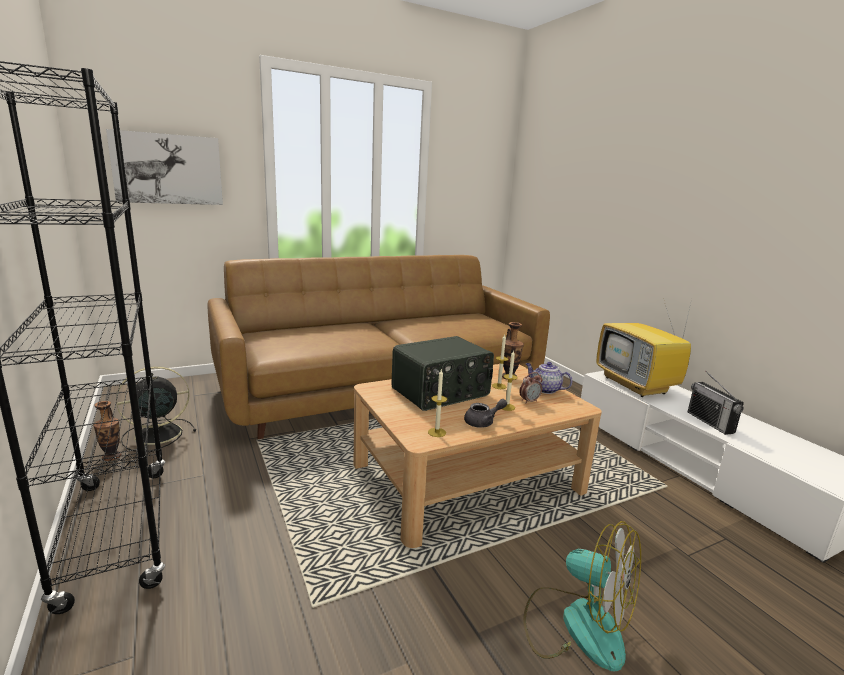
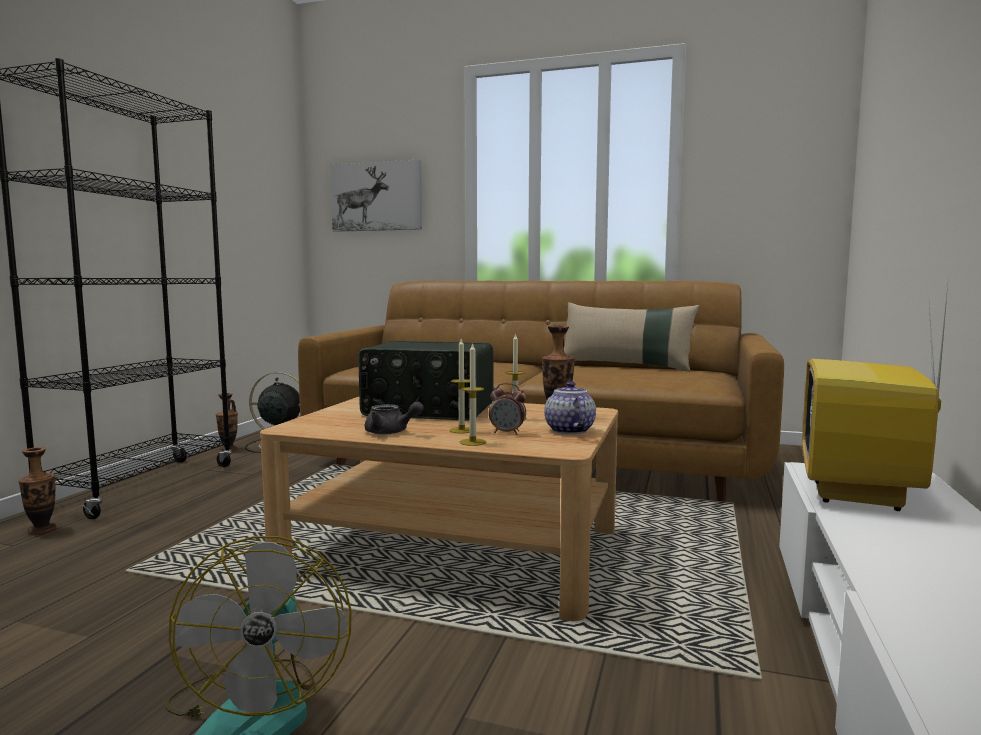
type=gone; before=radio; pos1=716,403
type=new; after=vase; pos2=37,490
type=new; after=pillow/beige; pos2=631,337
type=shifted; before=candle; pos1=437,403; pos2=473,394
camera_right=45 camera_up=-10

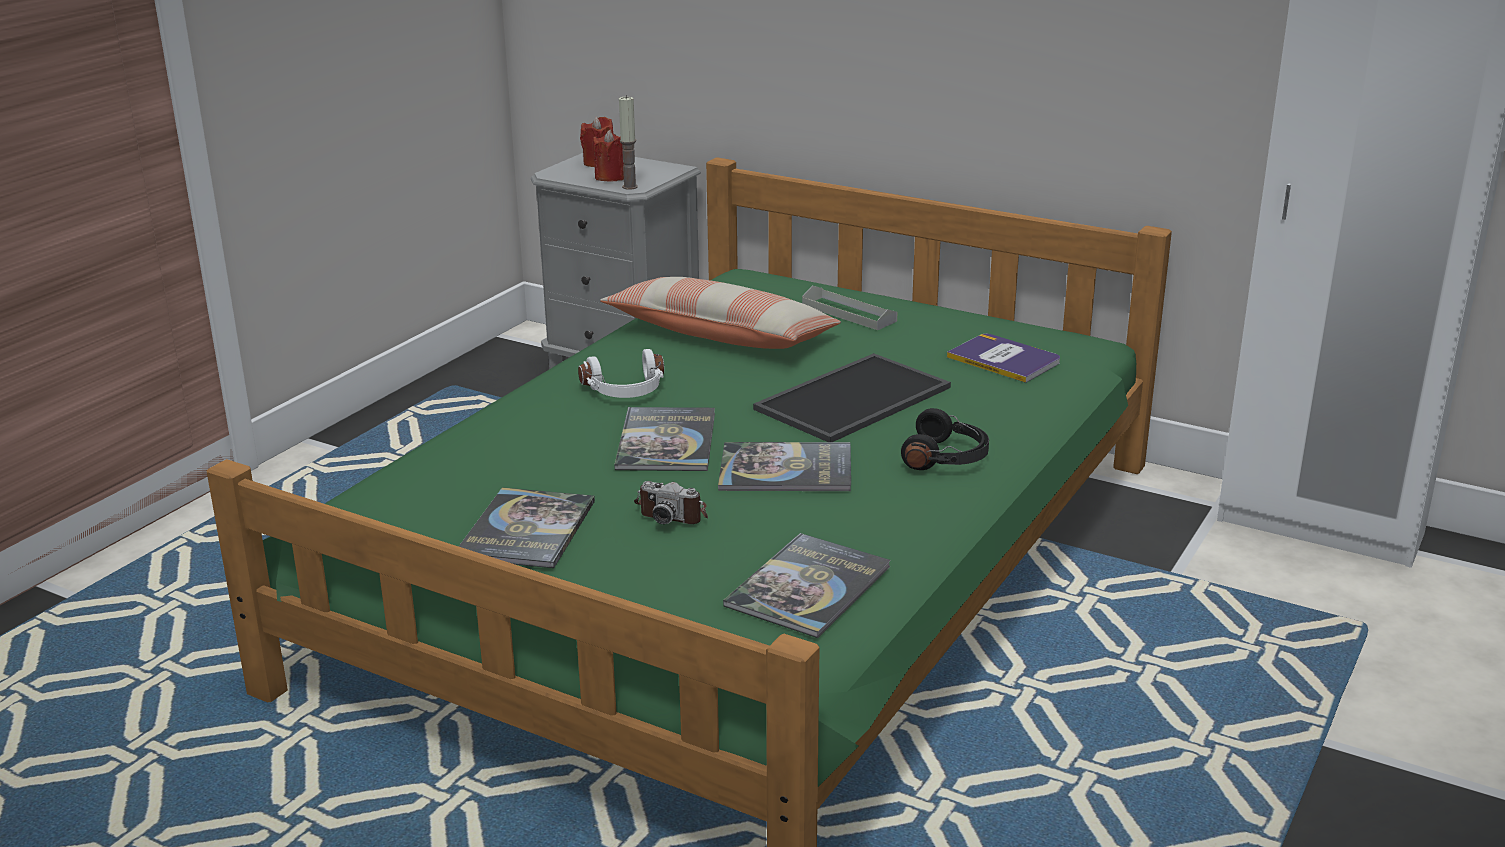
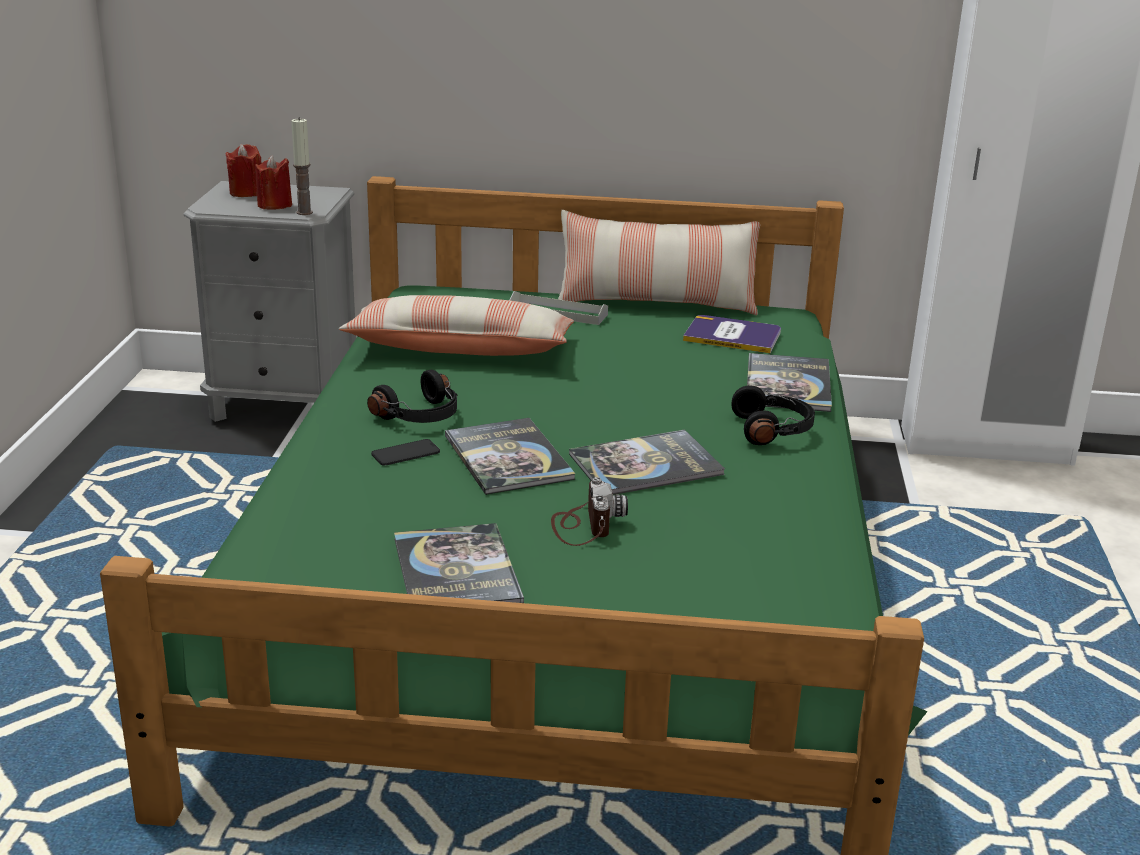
type=gone; before=tray; pos1=852,397
type=new; after=phone; pos2=405,452
type=new; after=pillow; pos2=659,262
type=shifted; before=book; pos1=806,585; pos2=789,382
type=repainted; before=headphones/white; after=headphones/black; pos1=621,373; pos2=412,396
type=rotated; before=photo camera; pos1=671,502; pos2=589,511; turn=-90
camera_right=-25 camera_up=0

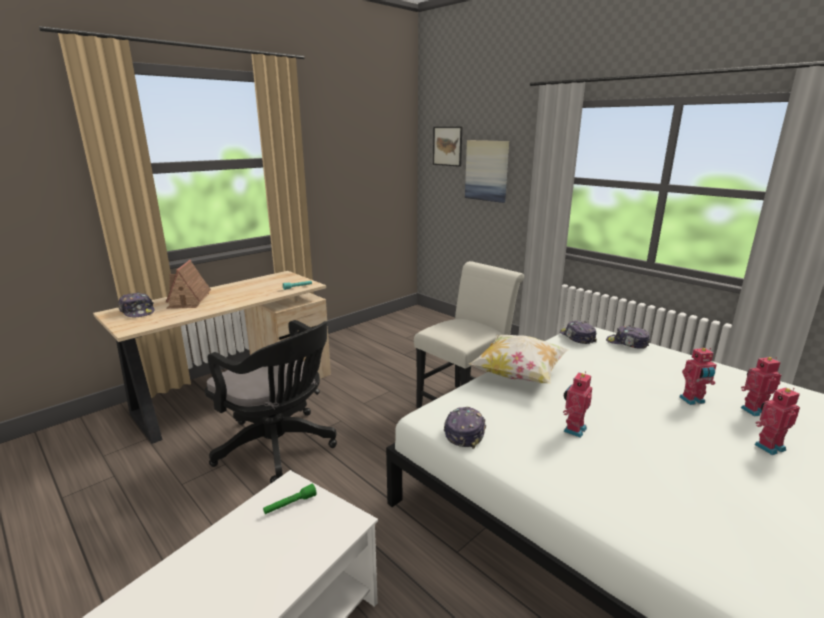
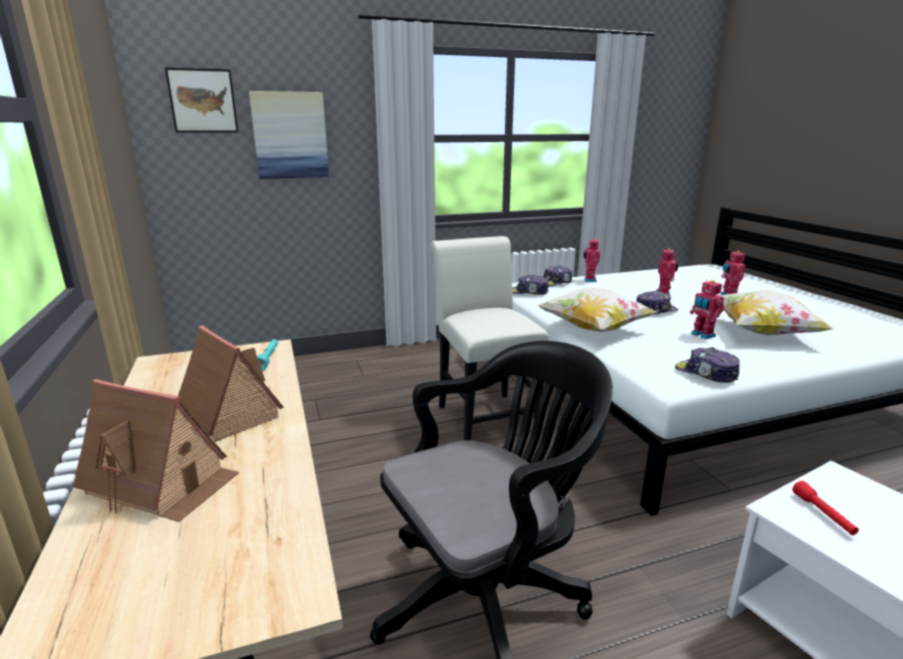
type=new; after=toy house; pos2=231,383
type=new; after=pillow; pos2=777,313
type=shifted; before=cap; pos1=136,304; pos2=657,302
type=shifted; before=toy robot; pos1=761,387; pos2=591,260
type=repainted; before=flashlight/green; after=flashlight/red; pos1=290,499; pos2=826,508
camera_right=-65 camera_up=0

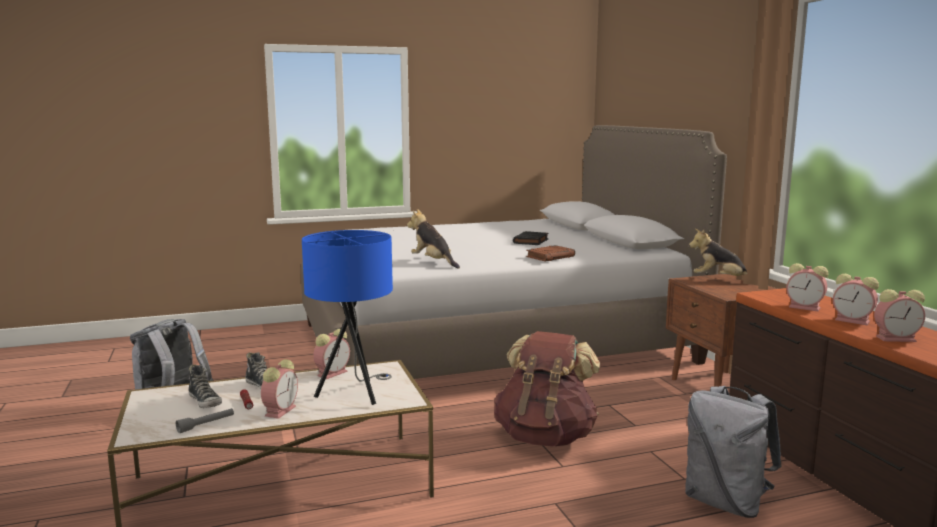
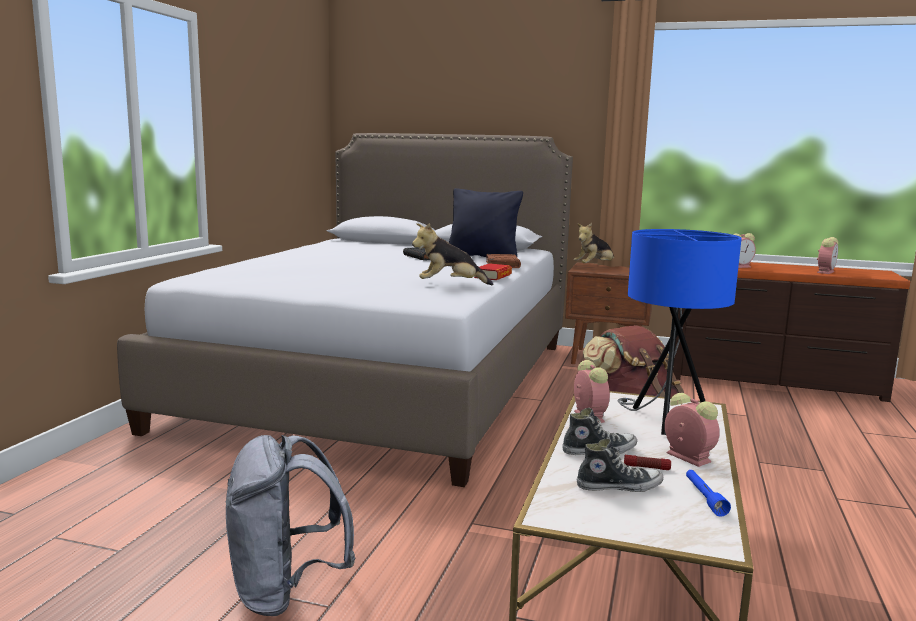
type=gone; before=backpack/grey; pos1=733,452
type=gone; before=alarm clock; pos1=856,299
type=new; after=pillow/black; pos2=486,222
type=new; after=book; pos2=493,271
type=repainted; before=flashlight/grey; after=flashlight/blue; pos1=205,420; pos2=708,493
camera_right=-55 camera_up=0

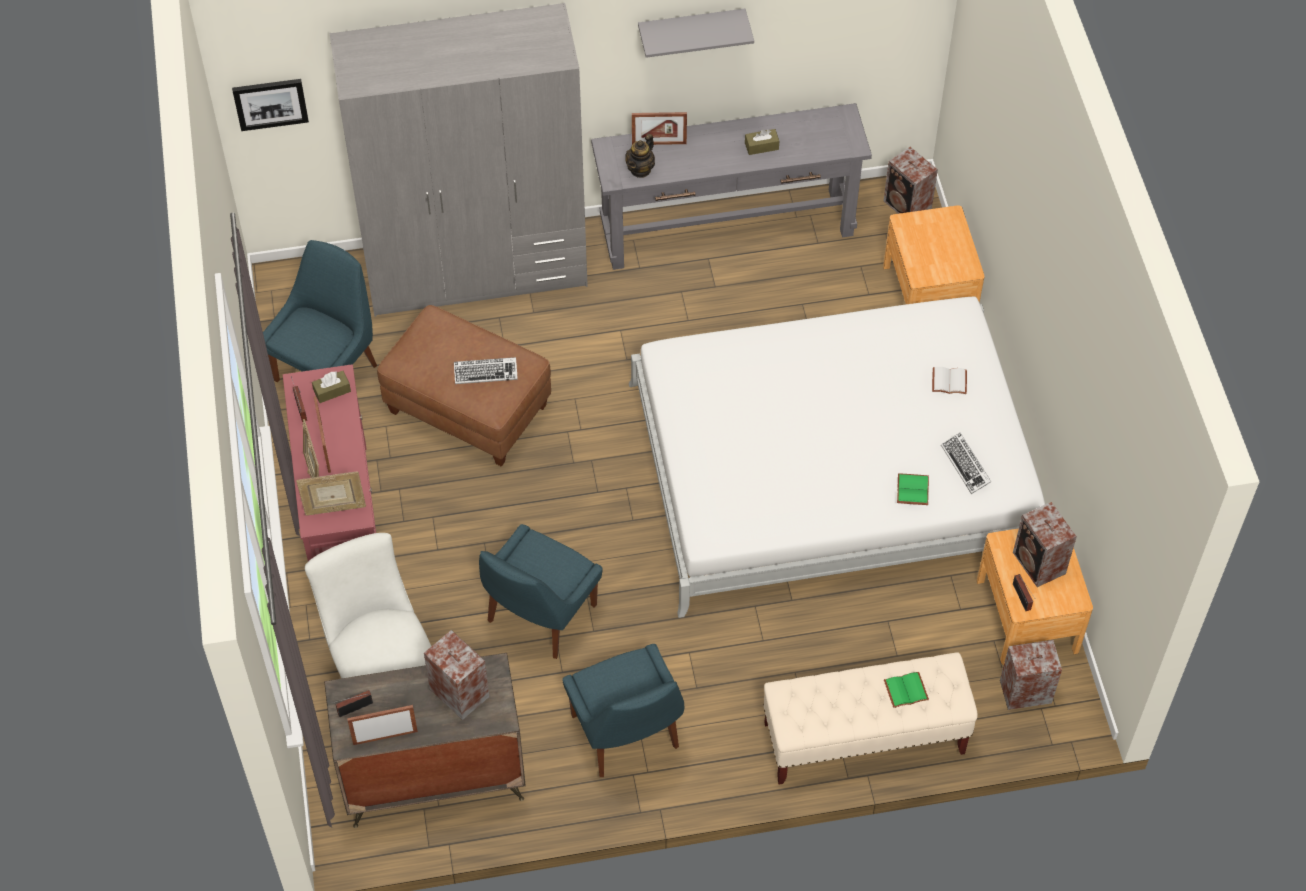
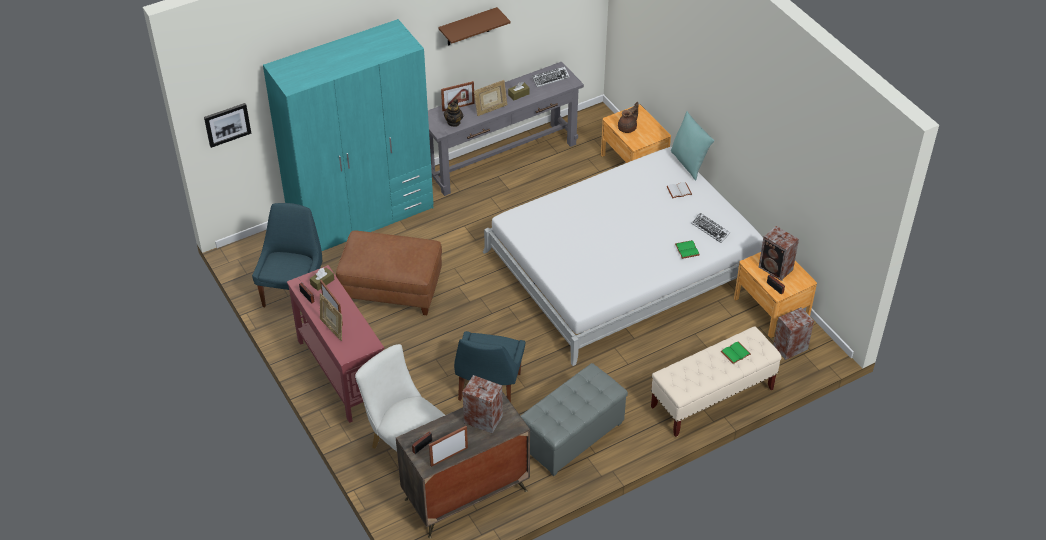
type=gone; before=speaker; pos1=911,180
type=new; after=teapot/brown; pos2=628,117
type=new; after=pillow/turquoise; pos2=692,145
type=shifted; before=picture frame; pos1=331,493; pos2=490,98
type=shifted; before=keyboard; pos1=486,370; pos2=551,76
type=swapped; before=chair/blue; after=ottoman/grey; pos1=623,710; pos2=574,419
type=repainted; before=wardrobe/grey; after=wardrobe/turquoise; pos1=459,160; pos2=348,135
type=repainted; before=shelf/grey; after=shelf/brown; pos1=696,33; pos2=474,26
camera_right=-20 camera_up=-10

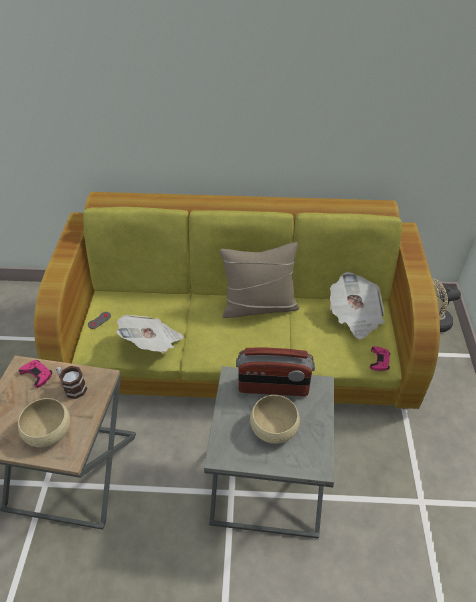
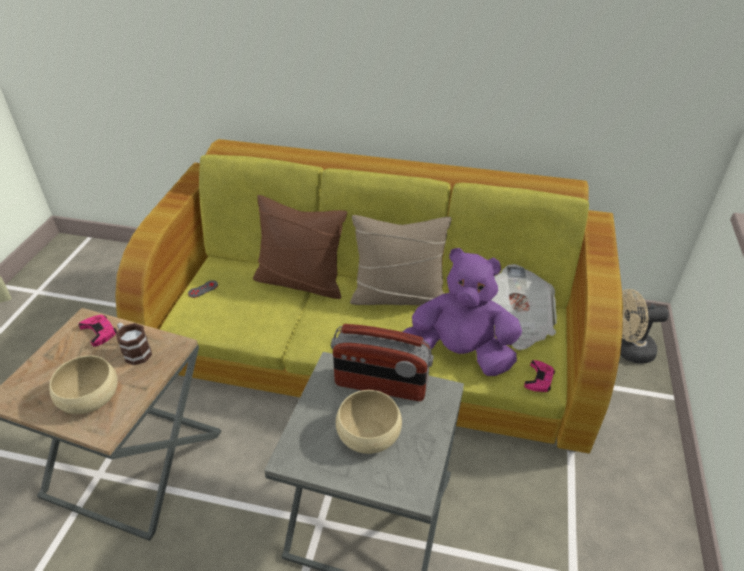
type=gone; before=newspaper; pos1=150,334
type=new; after=pillow/brown; pos2=300,247
type=new; after=plush toy/purple; pos2=462,312
camera_right=10 camera_up=-5

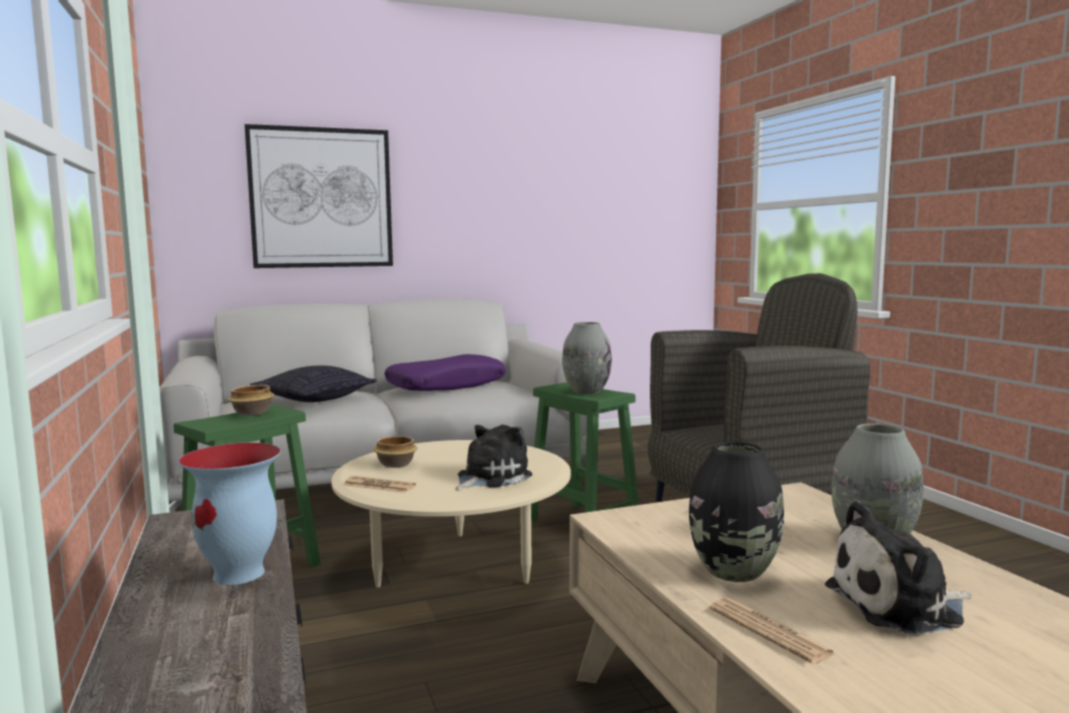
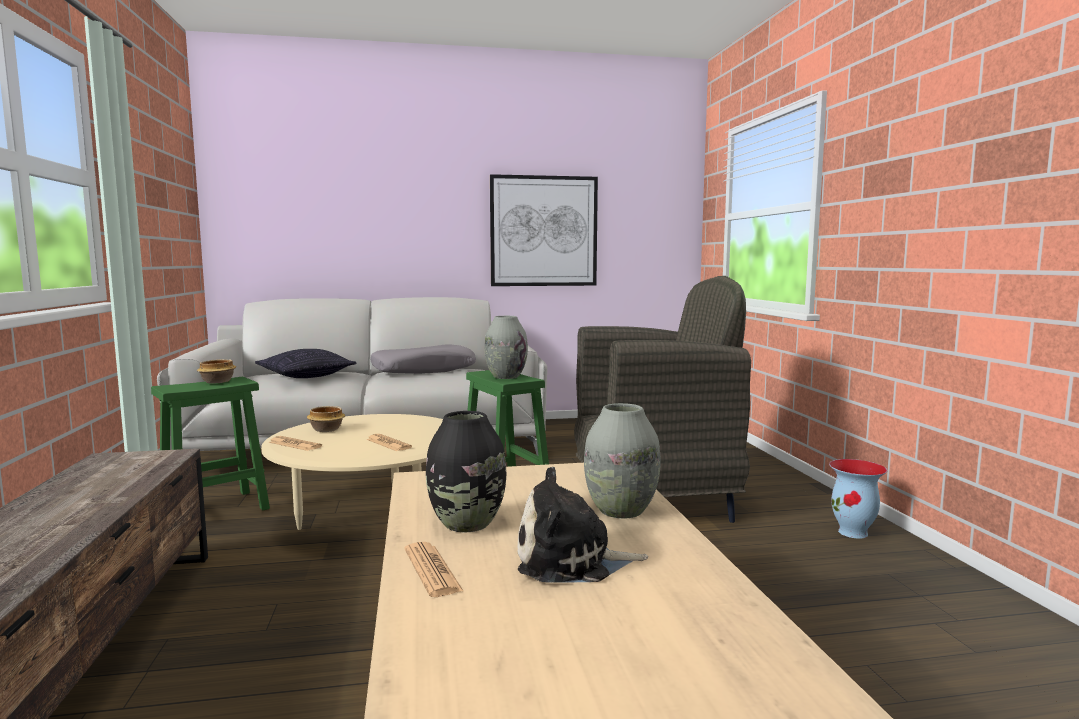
type=shifted; before=vase; pos1=229,514; pos2=858,499
type=shifted; before=picture; pos1=319,196; pos2=544,230
type=swapped; before=plush toy; after=newspaper; pos1=493,458; pos2=389,442
type=repainted; before=pillow/purple; after=pillow/grey; pos1=445,372; pos2=423,359
camera_right=10 camera_up=0

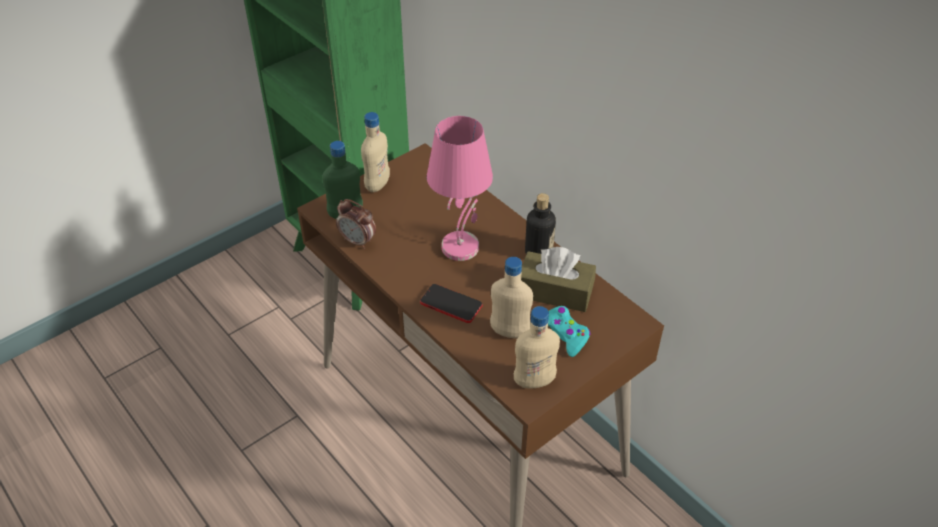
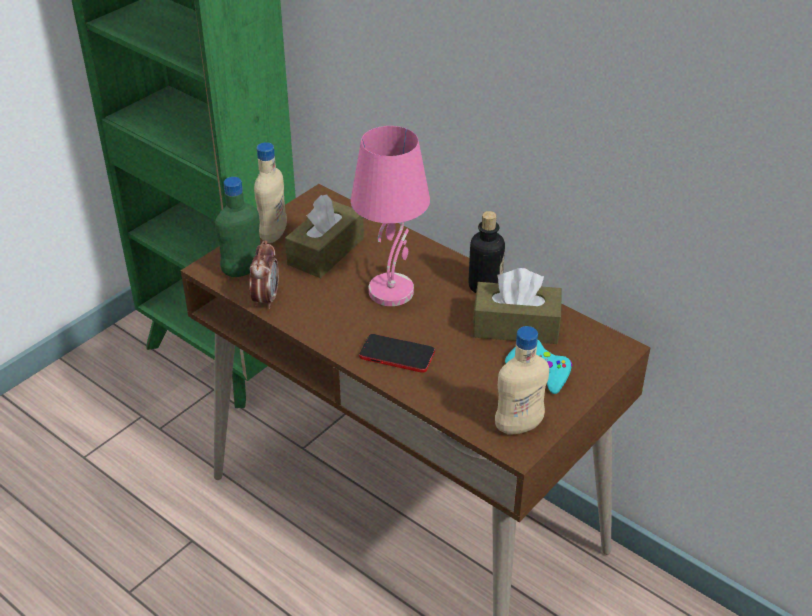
type=gone; before=bottle/beige; pos1=511,297
type=new; after=tissue box/brown; pos2=324,236
type=rotated; before=alarm clock; pos1=356,224; pos2=264,274; turn=-105
camera_right=-10 camera_up=-5

